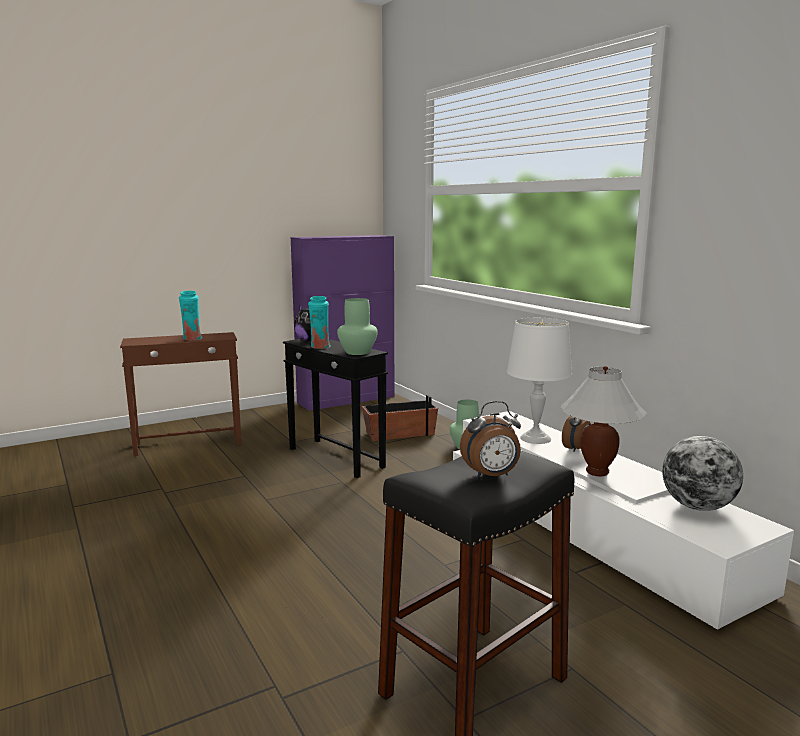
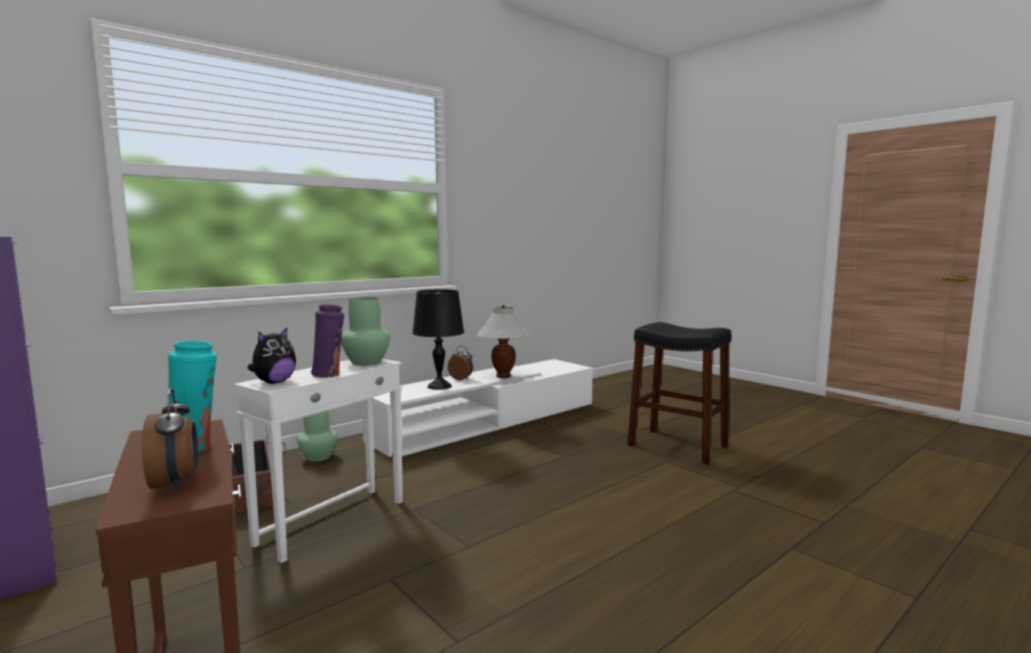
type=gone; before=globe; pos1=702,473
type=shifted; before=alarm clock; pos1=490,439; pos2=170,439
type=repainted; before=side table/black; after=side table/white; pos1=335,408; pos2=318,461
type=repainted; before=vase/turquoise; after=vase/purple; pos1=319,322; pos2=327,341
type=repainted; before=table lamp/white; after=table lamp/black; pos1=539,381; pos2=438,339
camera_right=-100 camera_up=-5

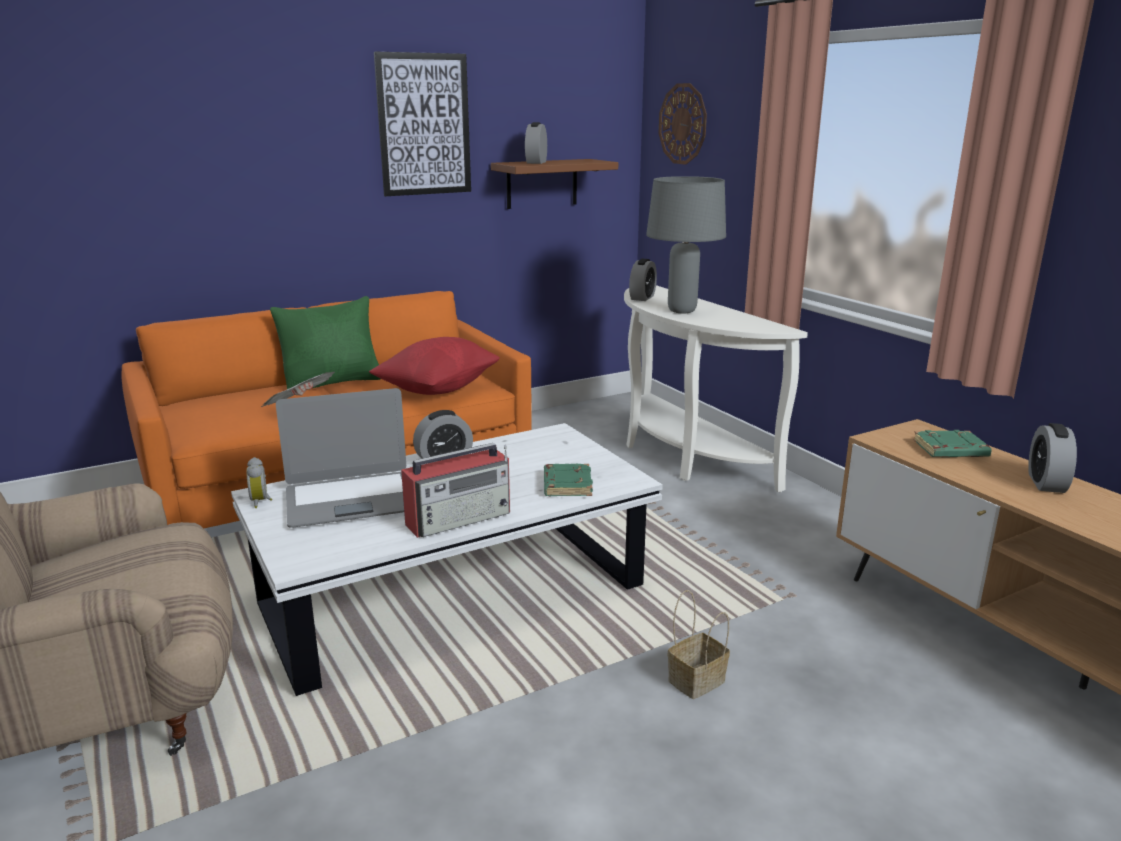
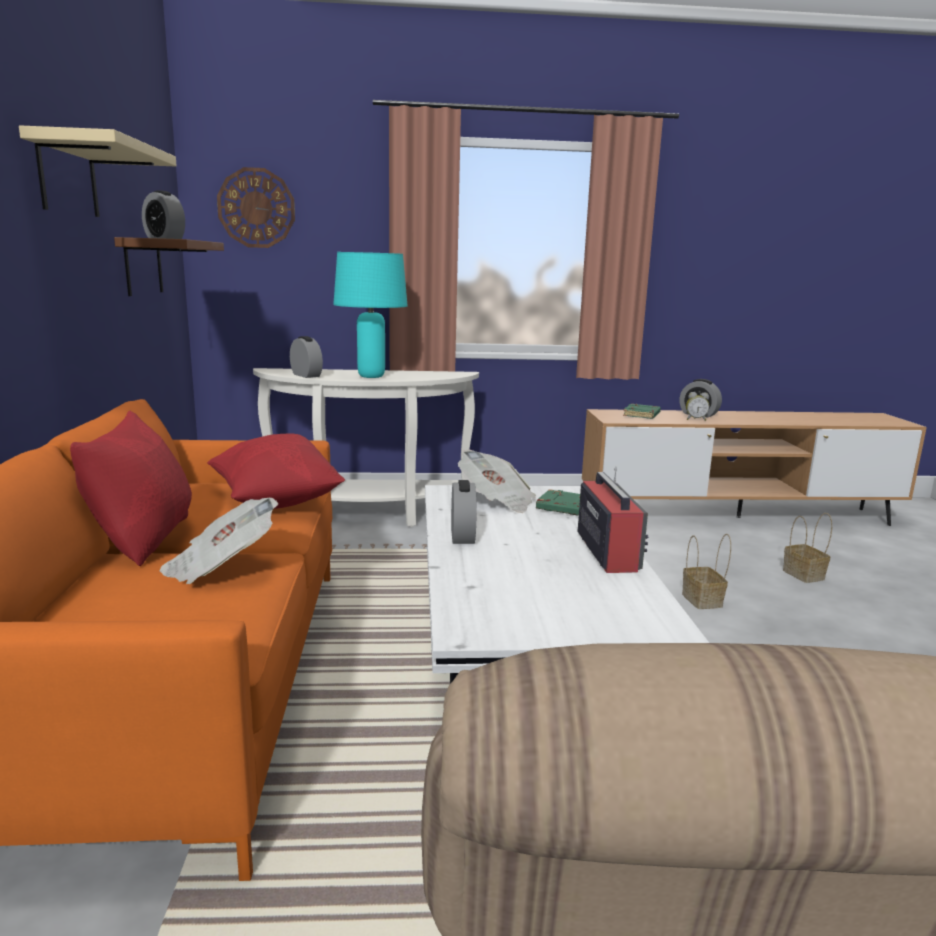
type=gone; before=laptop; pos1=341,458
type=new; after=newspaper; pos2=497,481
type=new; after=basket; pos2=807,548
type=shifted; before=alarm clock; pos1=259,482; pos2=698,406
type=swapped; before=picture; after=shelf/beige; pos1=422,124; pos2=98,171
type=repainted; before=pillow/green; after=pillow/red; pos1=325,342; pos2=131,488
type=repainted; before=table lamp/grey; after=table lamp/turquoise; pos1=686,244; pos2=370,315
camera_right=-65 camera_up=-5

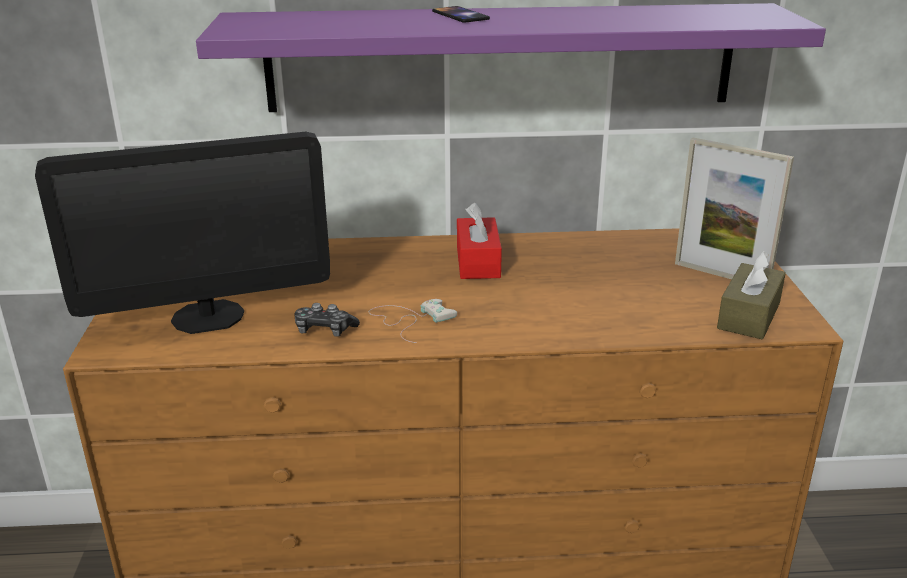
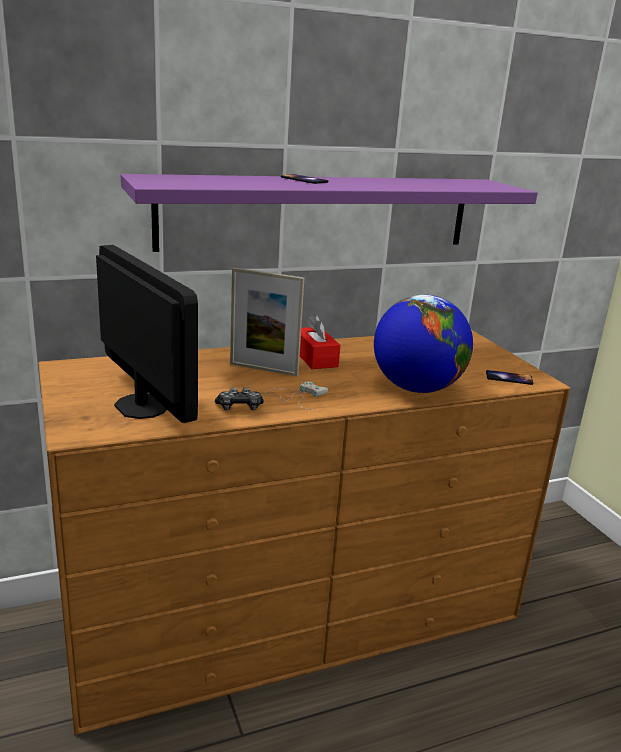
type=new; after=globe; pos2=423,344
type=shifted; before=picture frame; pos1=734,208; pos2=267,322
type=swapped; before=tissue box/brown; after=phone; pos1=751,295; pos2=510,377
type=rotated; before=monitor; pos1=182,233; pos2=147,334; turn=-90
camera_right=-20 camera_up=-5

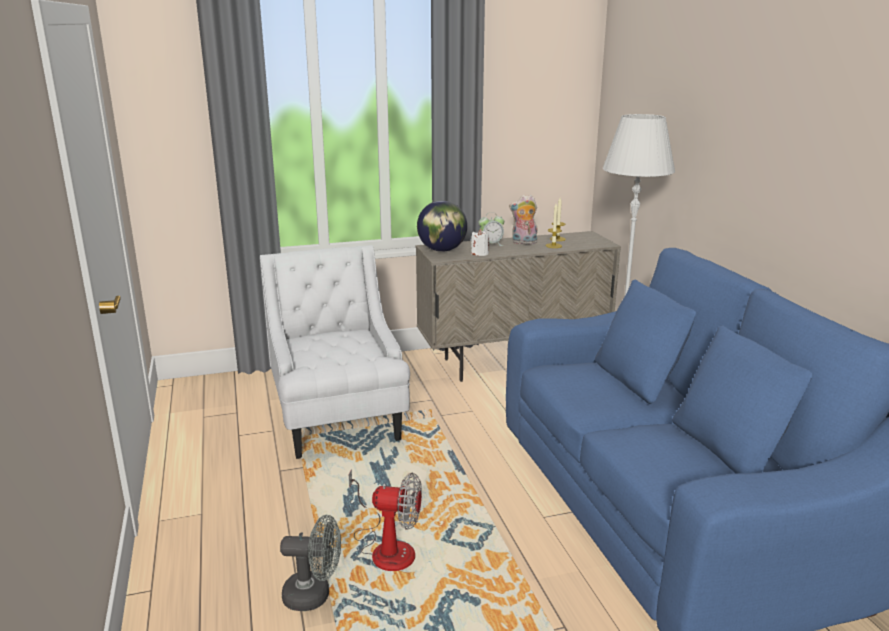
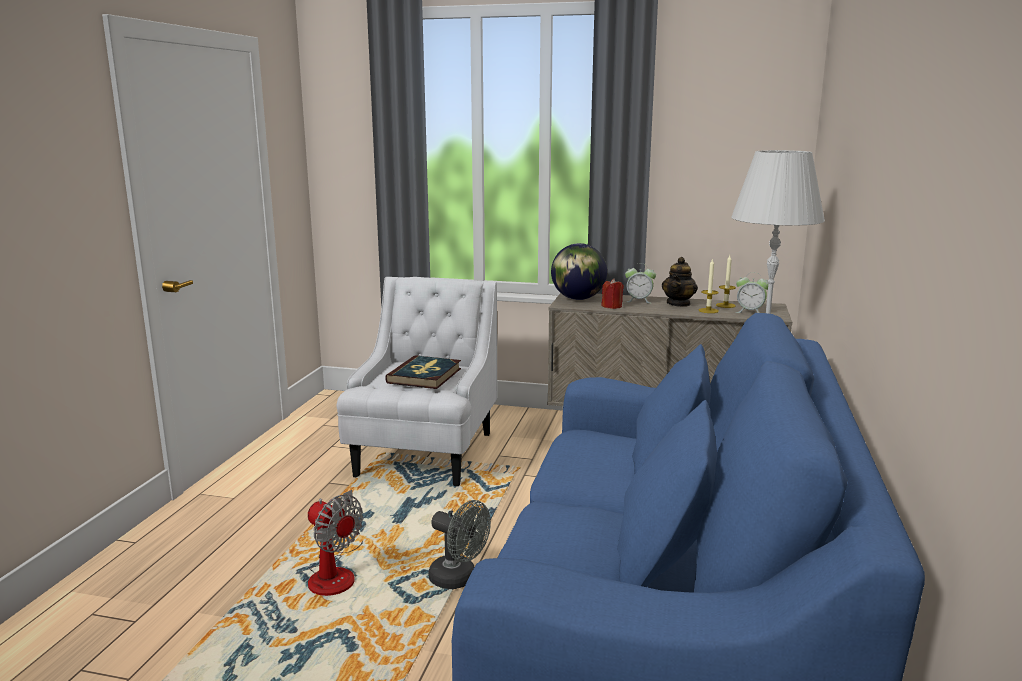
type=new; after=book; pos2=423,372
type=new; after=alarm clock; pos2=752,295
type=shifted; before=fan/grey; pos1=310,563; pos2=460,544
type=swapped; before=plush toy; after=teapot; pos1=523,219; pos2=680,282
type=repainted; before=candle/white; after=candle/red; pos1=480,242; pos2=612,293
camera_right=30 camera_up=-5

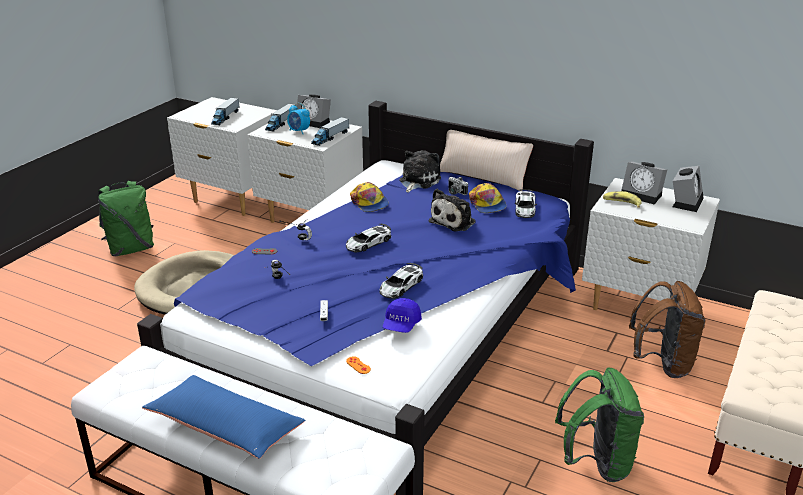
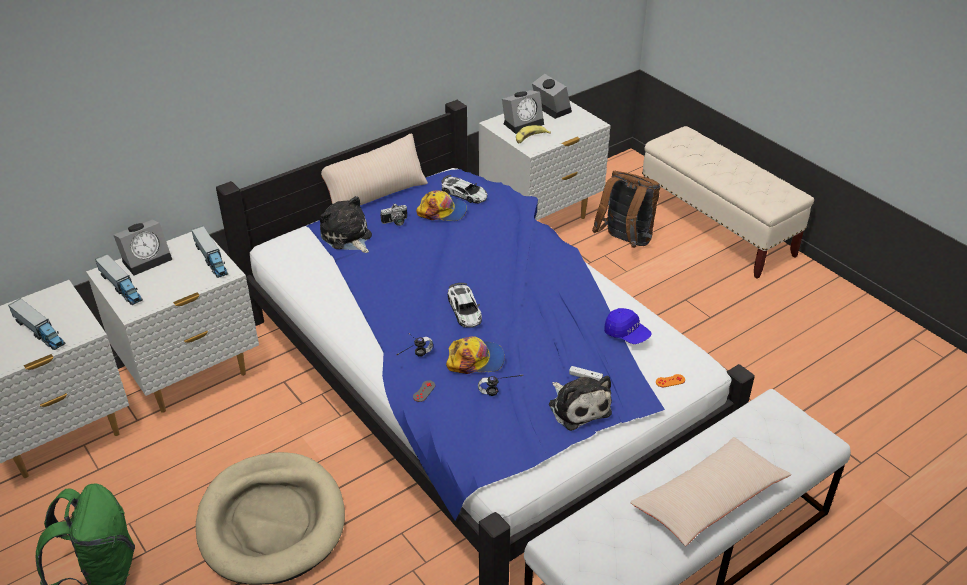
type=gone; before=alarm clock; pos1=298,118
type=gone; before=toy car; pos1=401,281
type=gone; before=backpack/green; pos1=599,425
type=shifted; before=cap; pos1=369,197; pos2=475,355
type=shifted; before=plush toy; pos1=452,210; pos2=580,403
type=repainted; before=pillow/blue; after=pillow/beige; pos1=223,417; pos2=711,491
camera_right=-65 camera_up=10

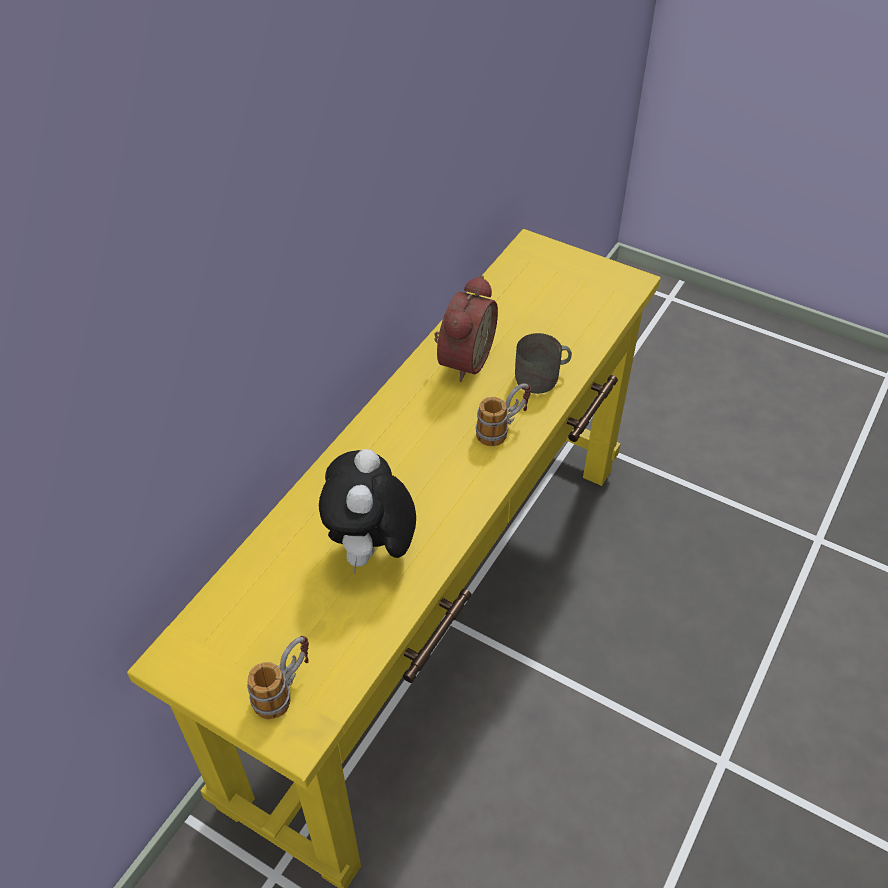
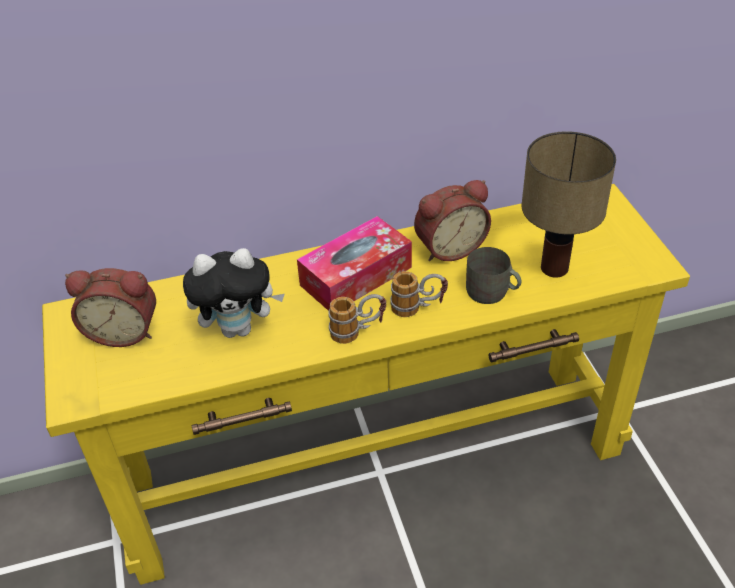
type=new; after=alarm clock; pos2=110,307
type=new; after=tissue box; pos2=354,263
type=new; after=table lamp; pos2=568,204
type=shifted; before=mug; pos1=278,678; pos2=357,319
type=rotated; before=plush toy; pos1=367,511; pos2=234,293; turn=-150
camera_right=45 camera_up=-5

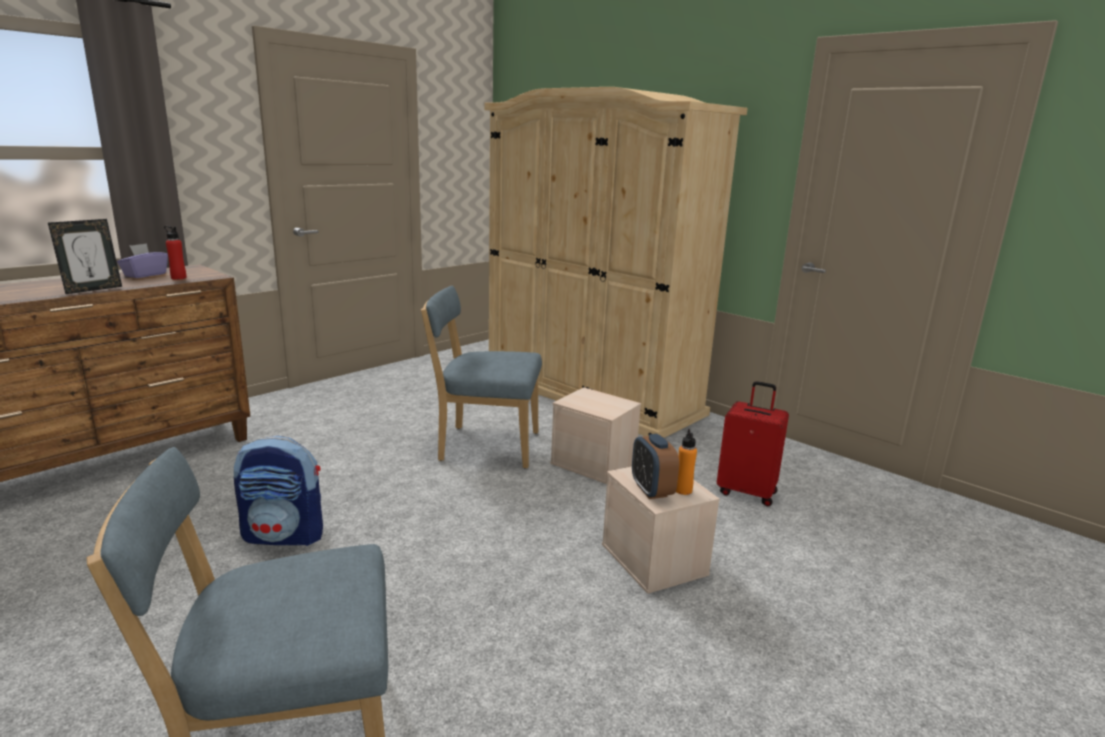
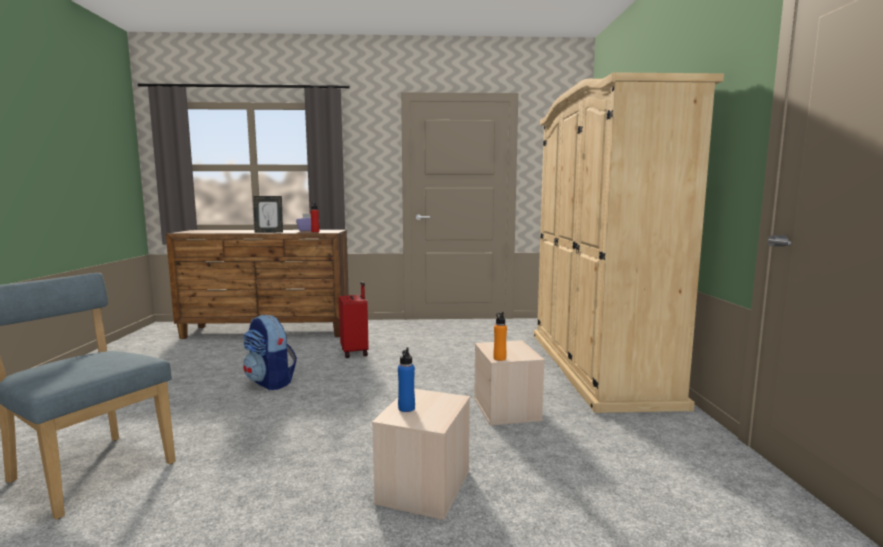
type=gone; before=chair/blue; pos1=481,377
type=shifted; before=bottle/orange; pos1=686,462; pos2=500,336
type=shifted; before=suitcase/red; pos1=753,443; pos2=354,319
type=swapped; before=alarm clock; after=bottle/blue; pos1=655,466; pos2=406,379
camera_right=45 camera_up=-10

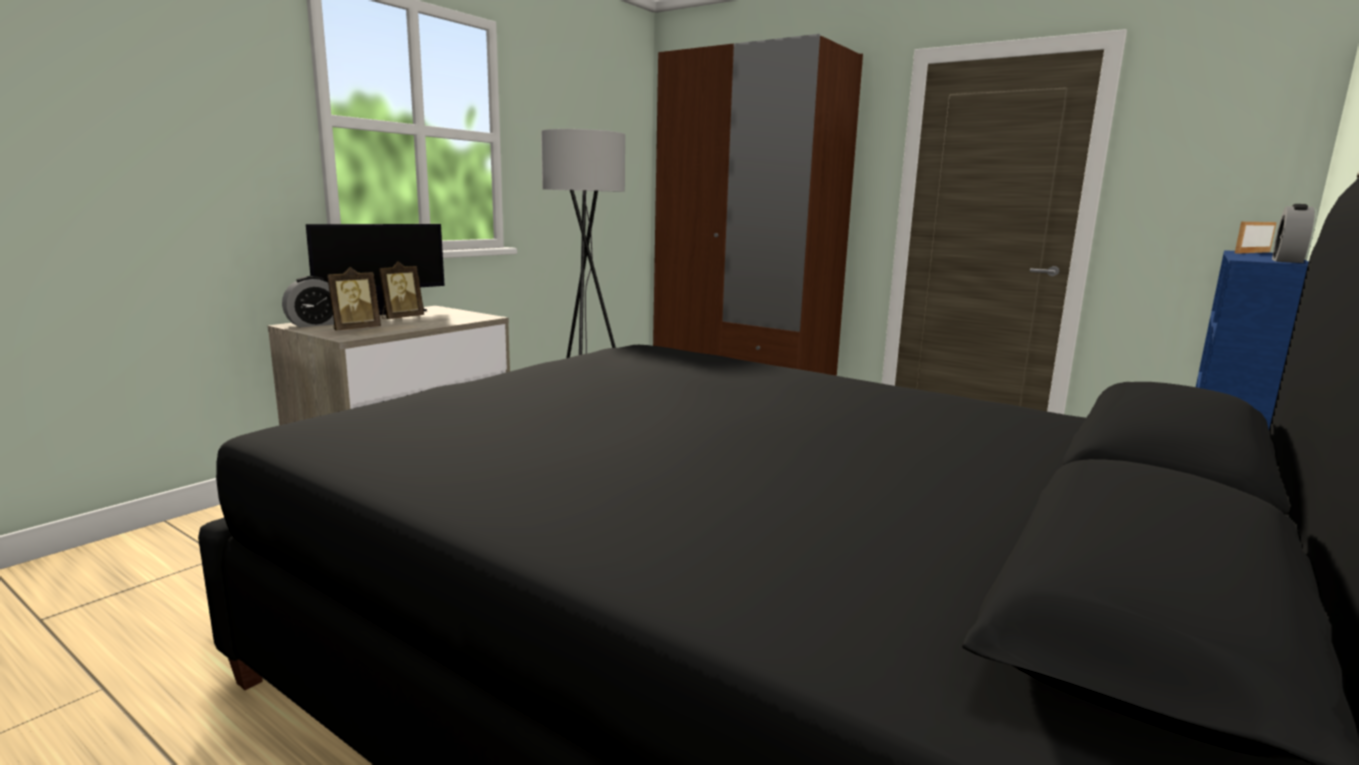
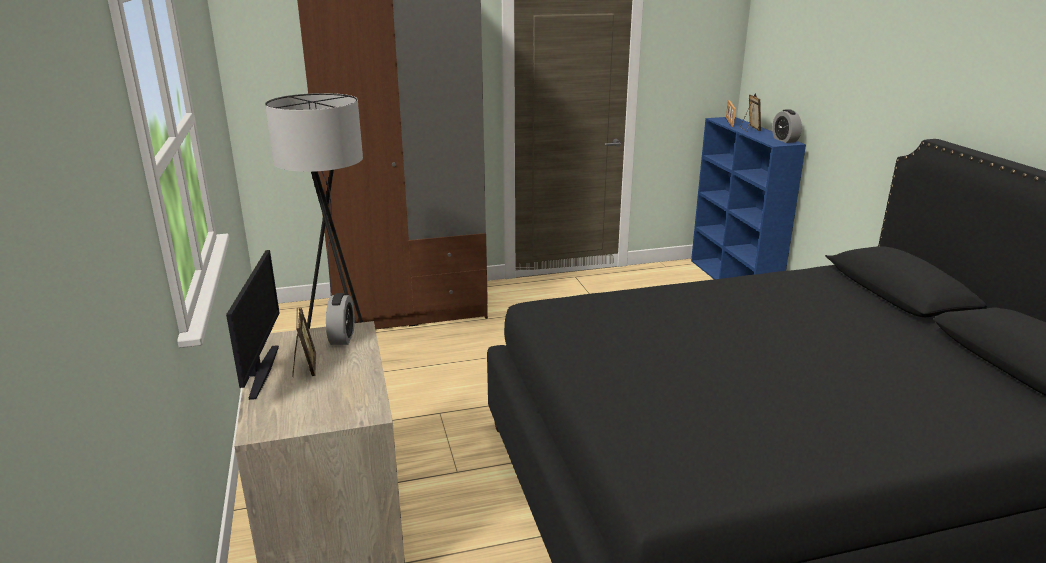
type=shifted; before=alarm clock; pos1=308,301; pos2=340,319
type=shifted; before=picture frame; pos1=354,299; pos2=750,112
camera_right=-50 camera_up=10

